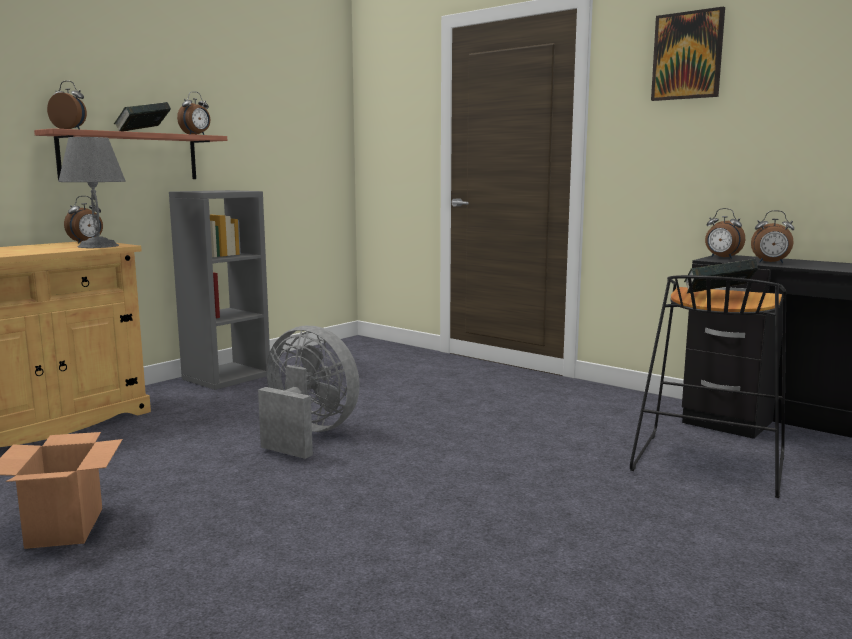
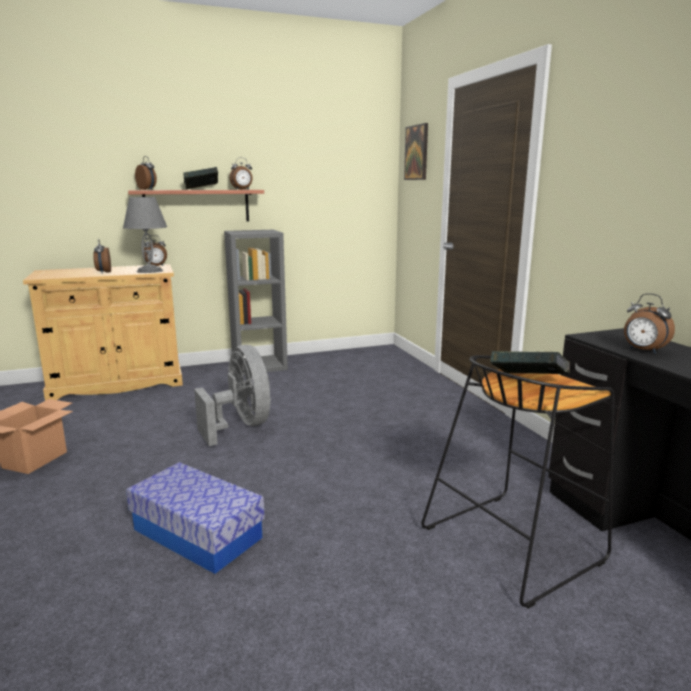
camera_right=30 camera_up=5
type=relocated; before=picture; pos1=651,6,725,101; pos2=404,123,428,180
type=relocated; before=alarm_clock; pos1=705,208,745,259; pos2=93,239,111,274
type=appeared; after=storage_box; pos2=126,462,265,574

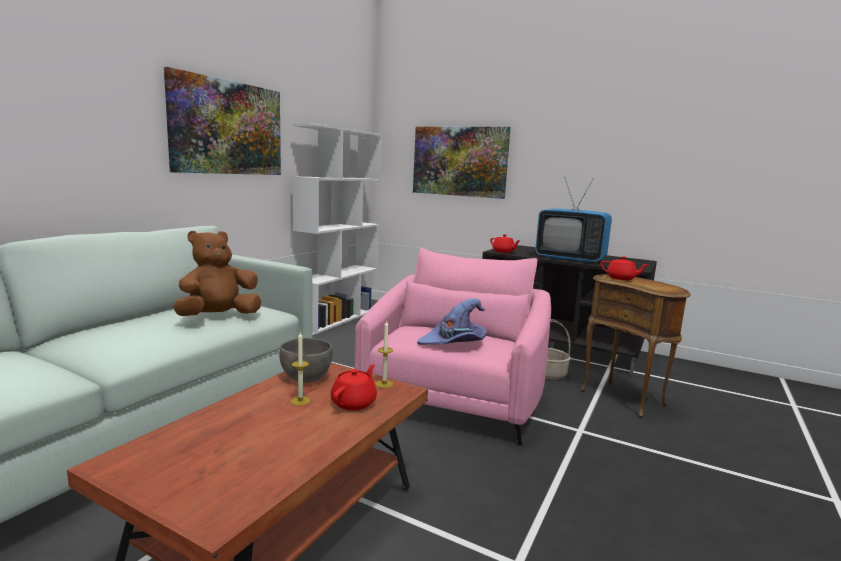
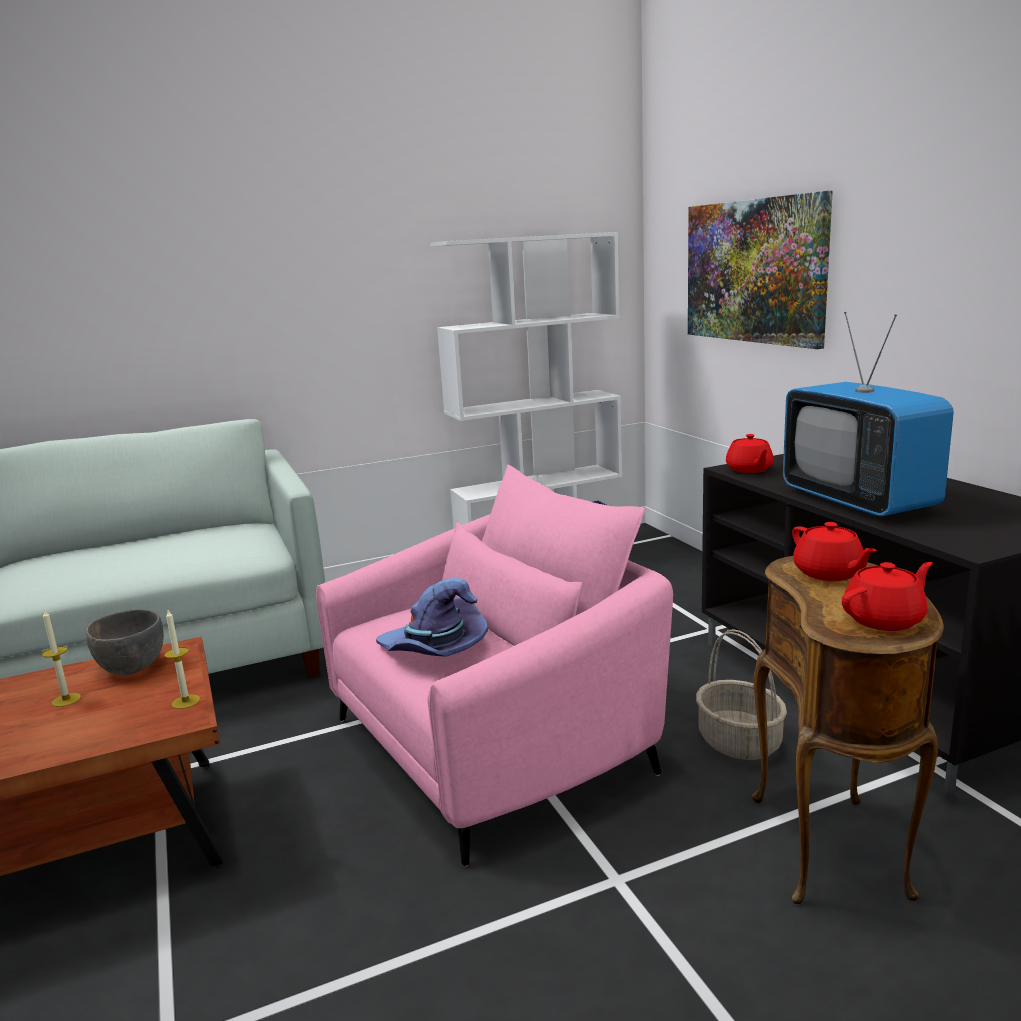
camera_right=40 camera_up=5
type=missing; before=picture; pos1=164,67,281,175
type=missing; before=brown_plush_toy; pos1=173,231,261,316
type=relocated; before=red_teapot; pos1=331,364,377,410; pos2=842,562,933,631

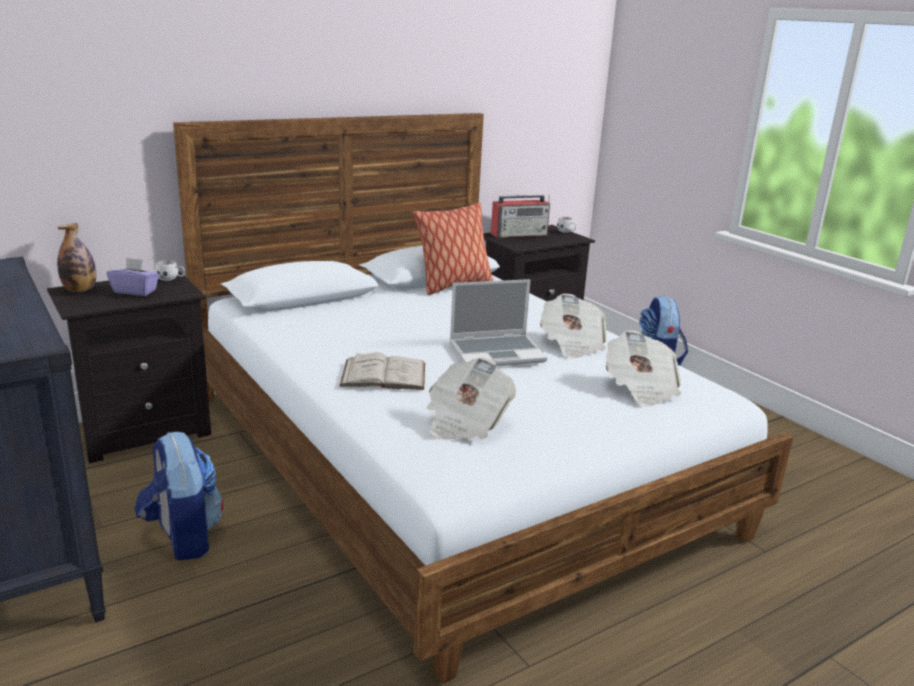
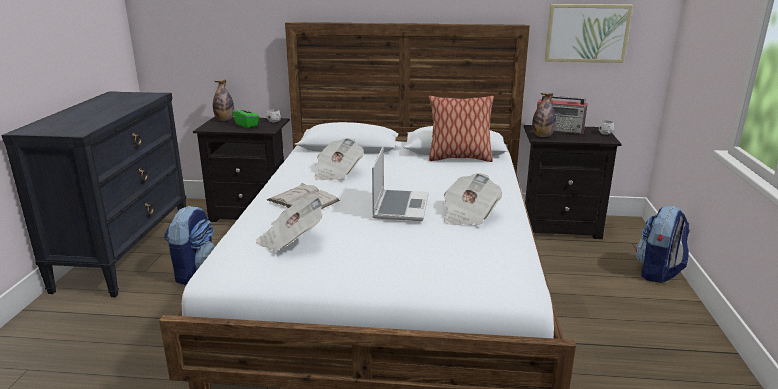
camera_right=40 camera_up=0
type=colour; before=purple_tissue_box; after=green_tissue_box; pos1=107,258,159,296; pos2=232,104,260,128
type=spun; before=laptop; pos1=450,279,547,366; pos2=372,146,429,221; turn=-105
type=relocated; before=newspaper; pos1=605,330,681,407; pos2=315,138,364,180
type=appeared; after=bottle; pos2=532,93,556,137
type=appeared; after=picture; pos2=545,4,633,63

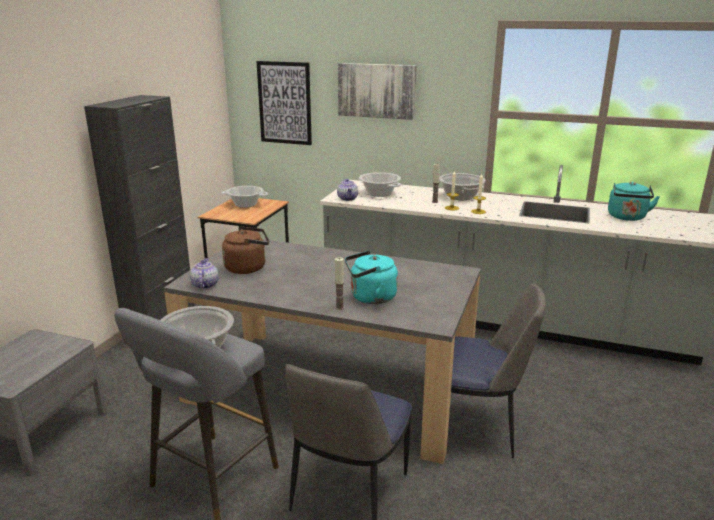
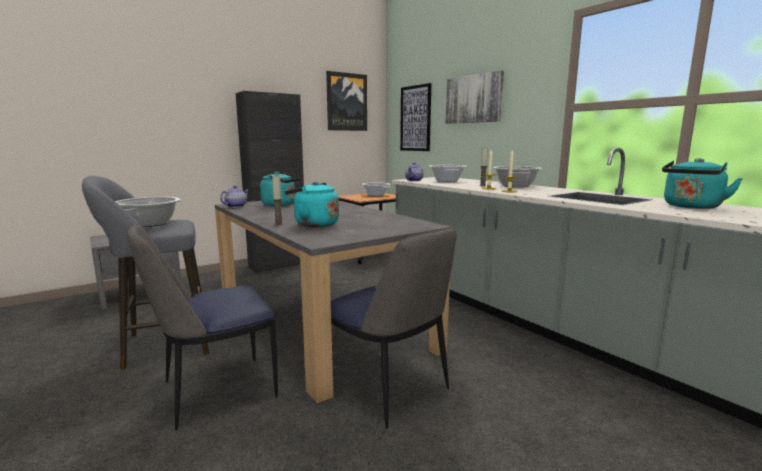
camera_right=35 camera_up=-10
type=colour; before=brown_kettle; after=turquoise_kettle; pos1=222,226,269,274; pos2=260,172,301,206
type=appeared; after=picture; pos2=326,71,367,131

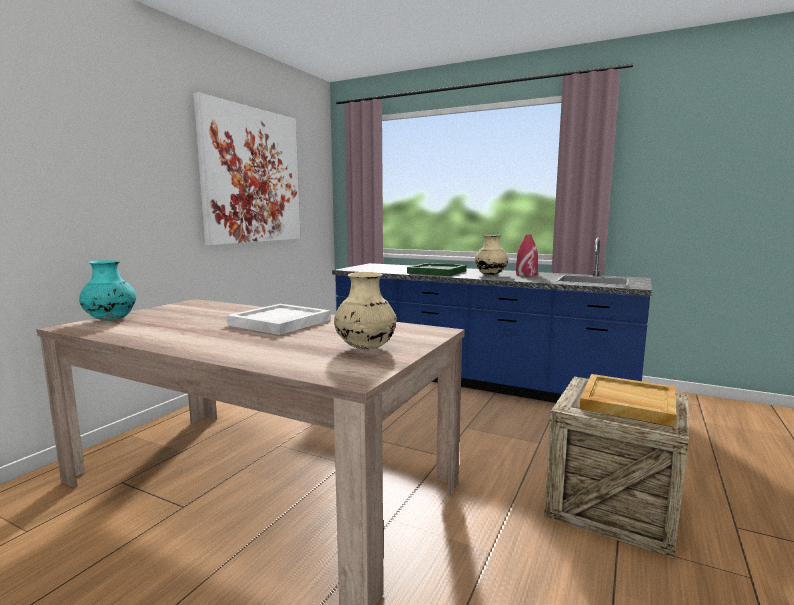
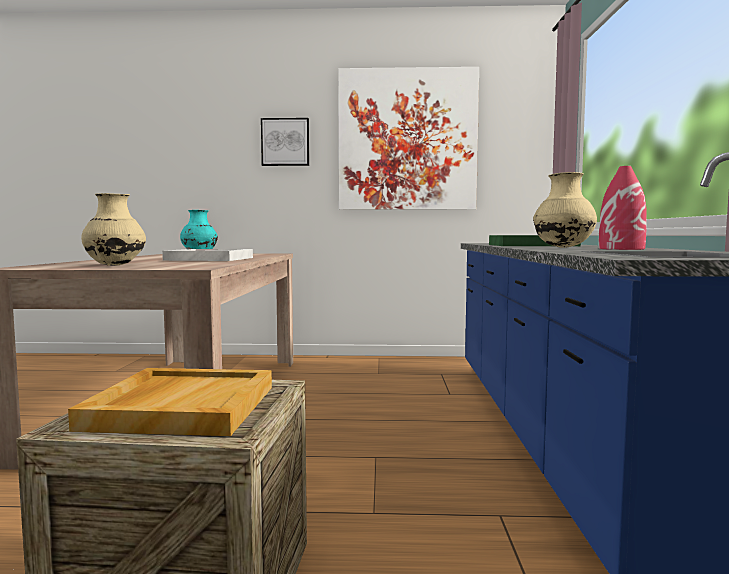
camera_right=65 camera_up=-5
type=appeared; after=picture; pos2=261,118,309,166

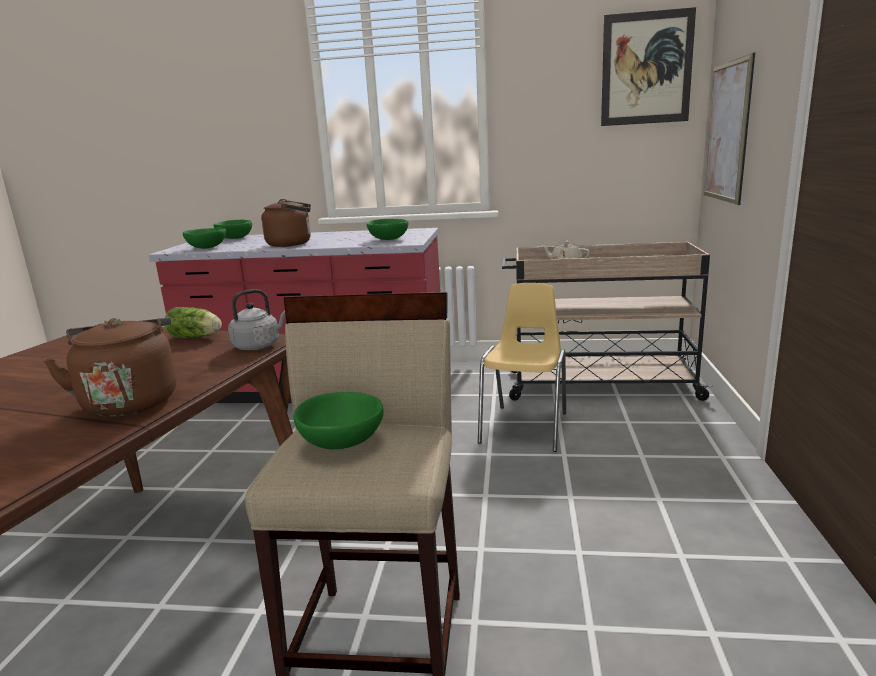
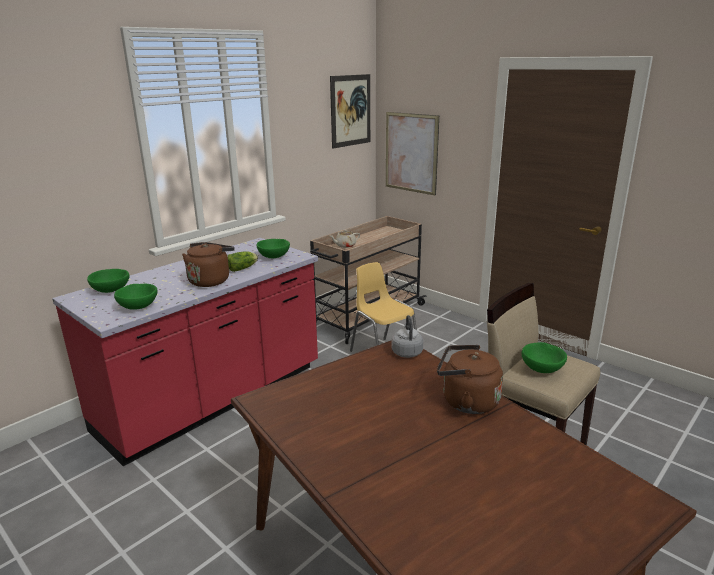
camera_right=-55 camera_up=5
type=relocated; before=lettuce; pos1=165,307,222,338; pos2=227,251,258,272

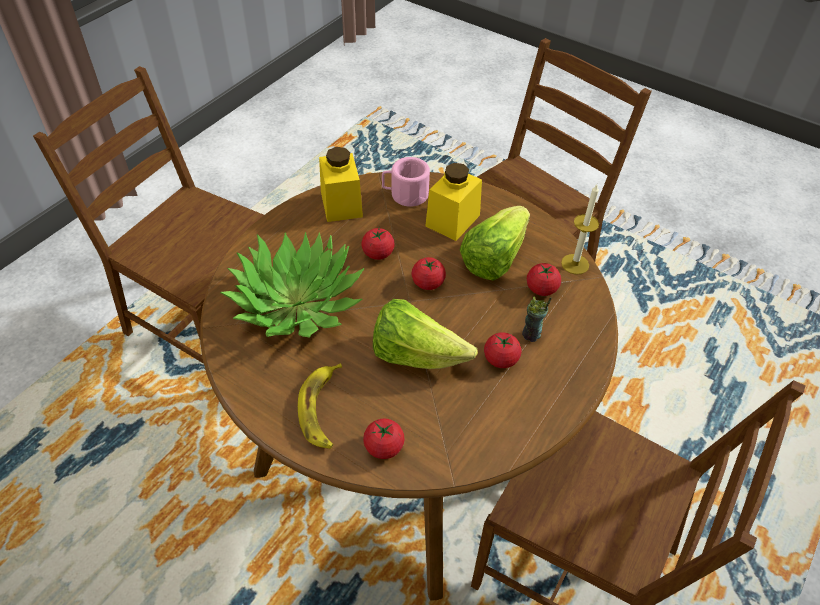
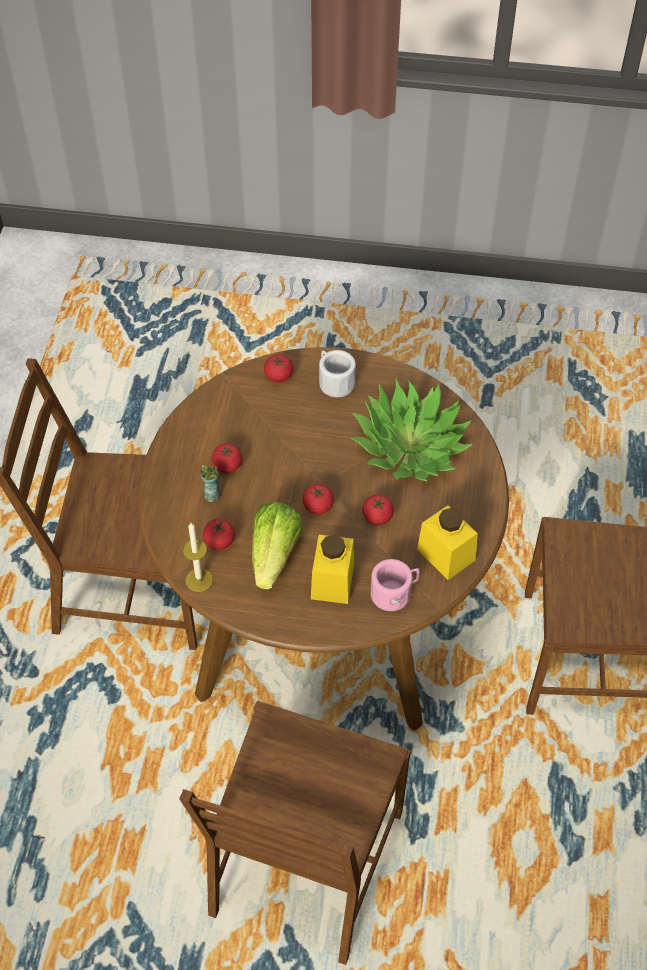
camera_right=155 camera_up=5
type=exchanged; before=banana; after=white_mug; pos1=298,363,342,449; pos2=319,350,356,397
type=missing; before=lettuce; pos1=373,299,478,369

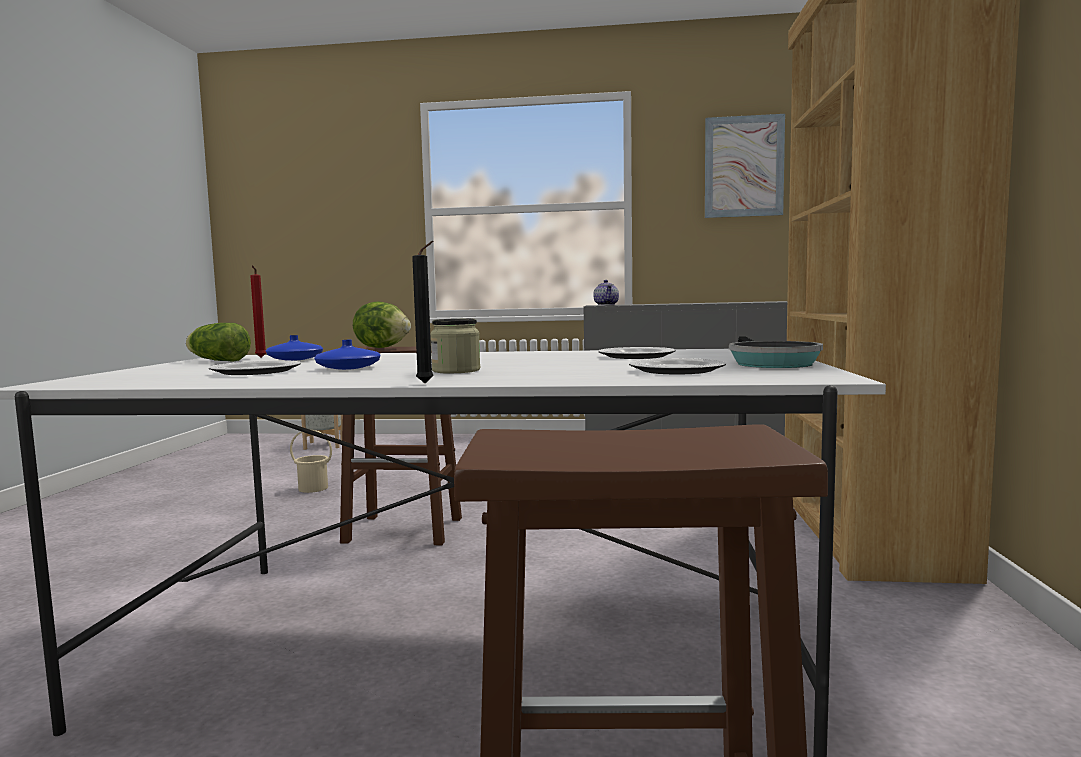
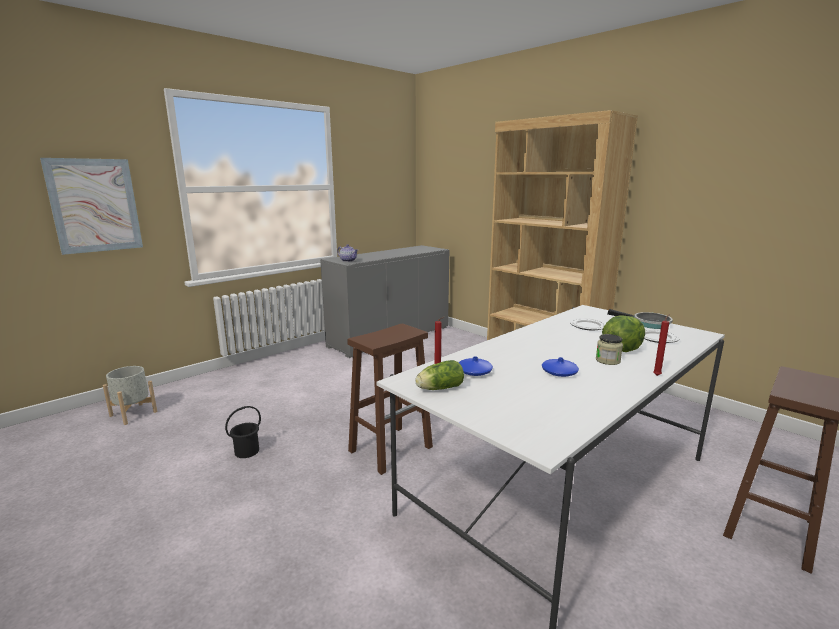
camera_right=-50 camera_up=10
type=missing; before=plate; pos1=209,360,301,375
type=colour; before=beige_bucket; after=black_bucket; pos1=290,430,332,493; pos2=225,406,261,458
type=relocated; before=lettuce; pos1=353,301,411,348; pos2=602,315,645,352
type=colour; before=black_candle; after=red_candle; pos1=412,241,434,383; pos2=653,314,670,376
type=relocated; before=picture; pos1=705,114,785,218; pos2=40,158,143,255

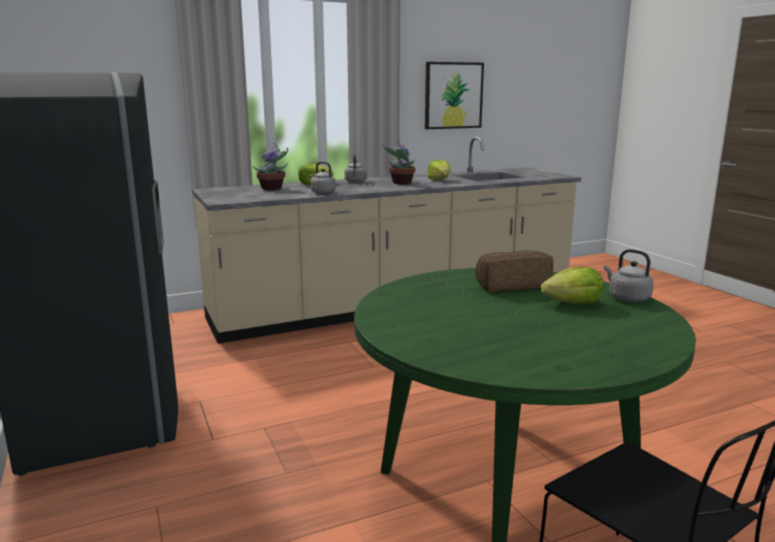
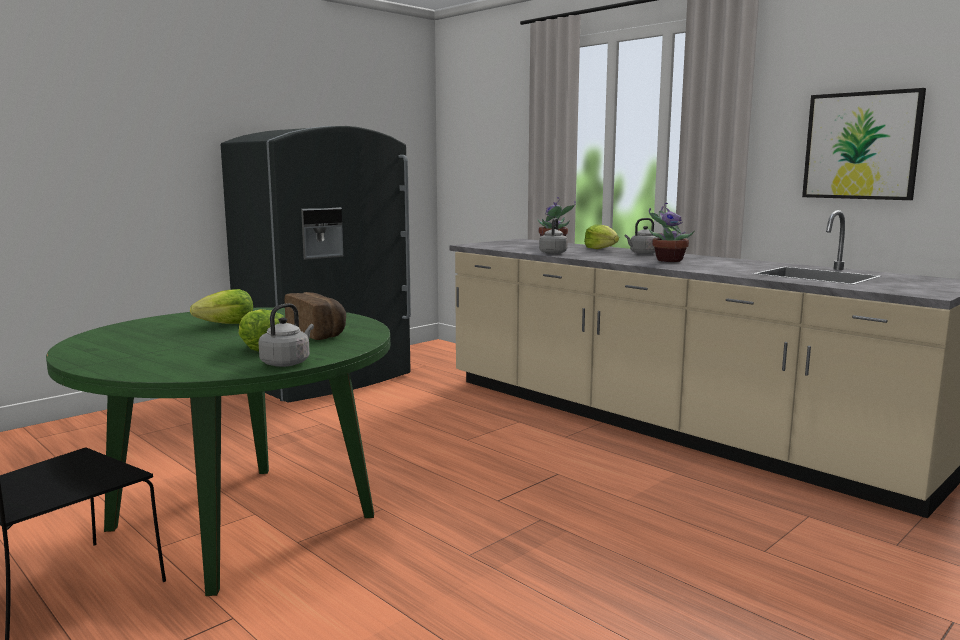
camera_right=70 camera_up=-5
type=relocated; before=lettuce; pos1=427,160,451,180; pos2=190,289,253,324

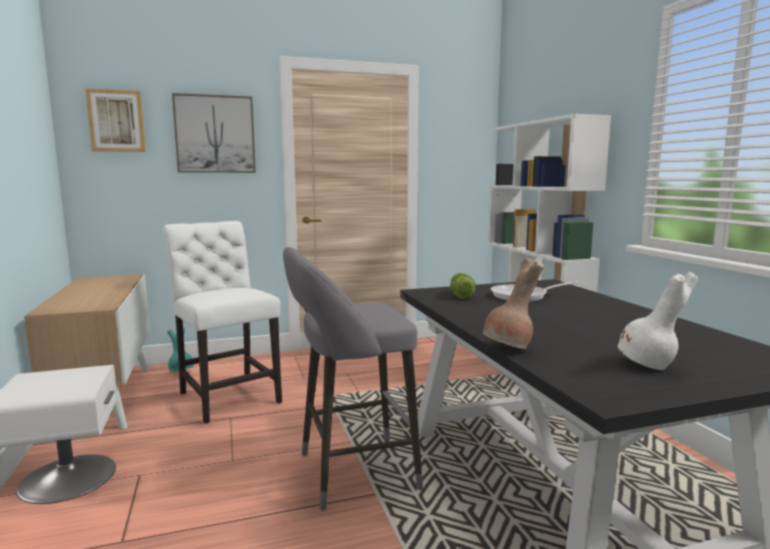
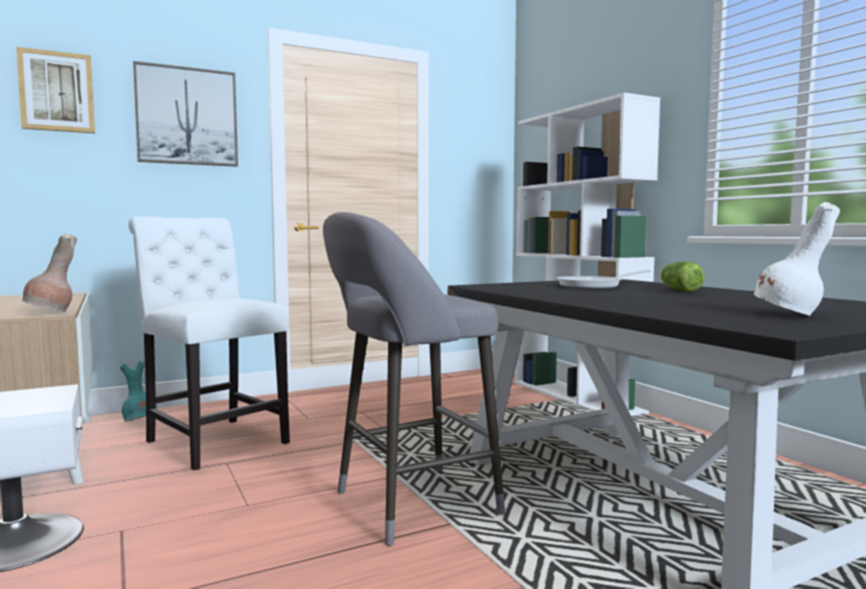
camera_right=-10 camera_up=-5
type=relocated; before=lettuce; pos1=450,273,476,299; pos2=660,262,704,292
type=relocated; before=brown_vase; pos1=483,259,544,349; pos2=22,234,77,311

